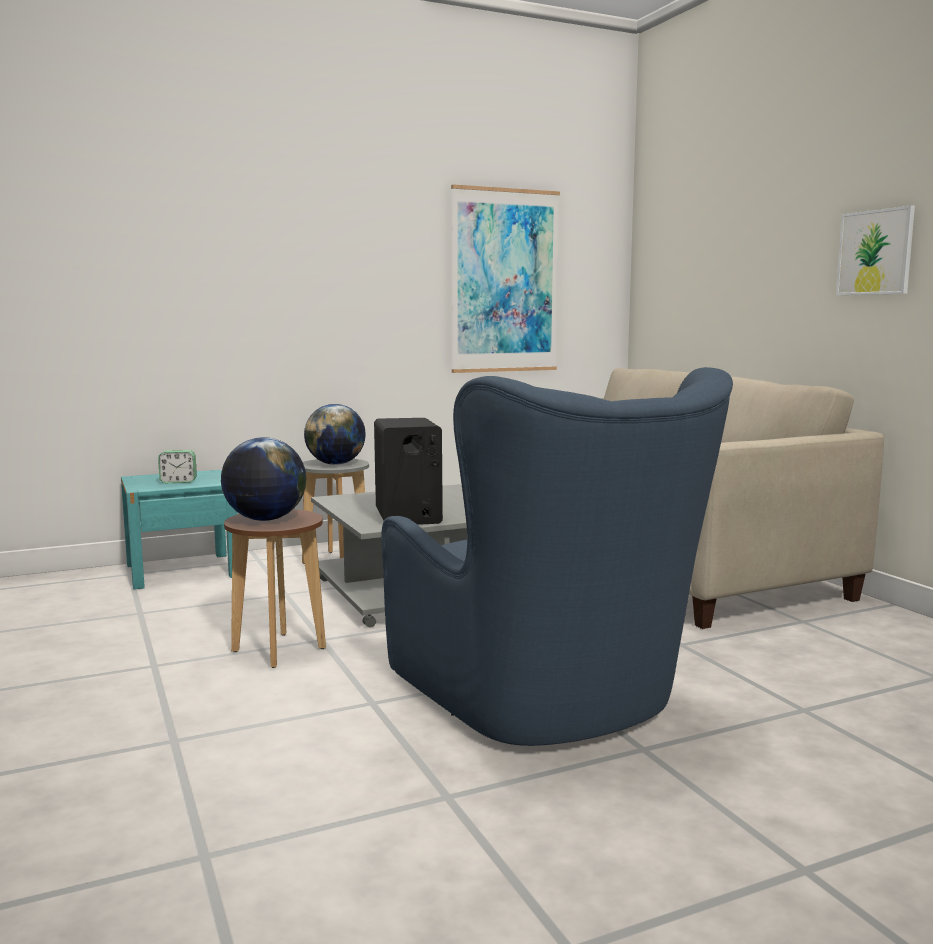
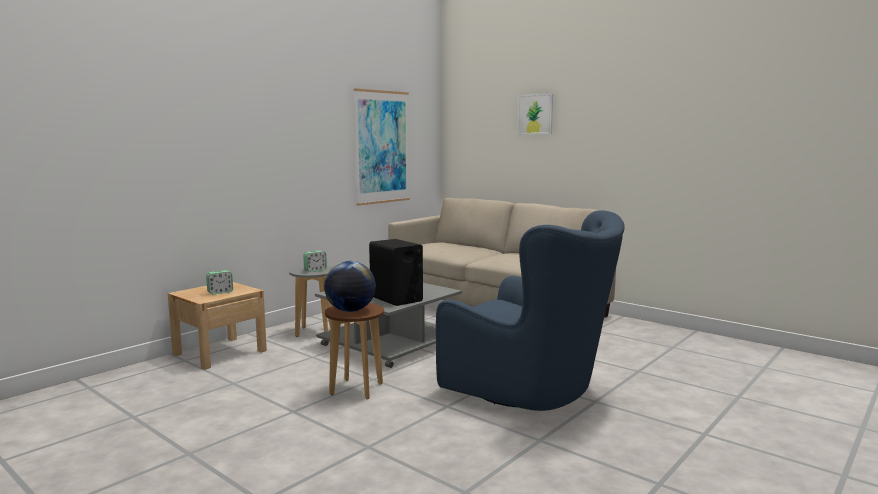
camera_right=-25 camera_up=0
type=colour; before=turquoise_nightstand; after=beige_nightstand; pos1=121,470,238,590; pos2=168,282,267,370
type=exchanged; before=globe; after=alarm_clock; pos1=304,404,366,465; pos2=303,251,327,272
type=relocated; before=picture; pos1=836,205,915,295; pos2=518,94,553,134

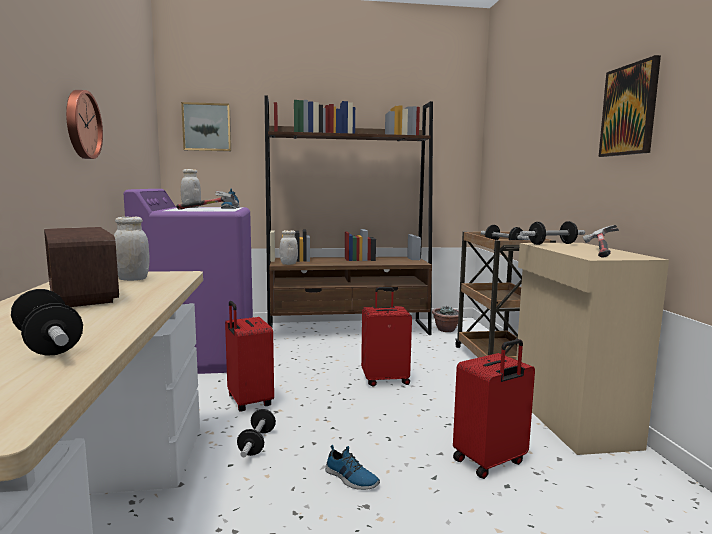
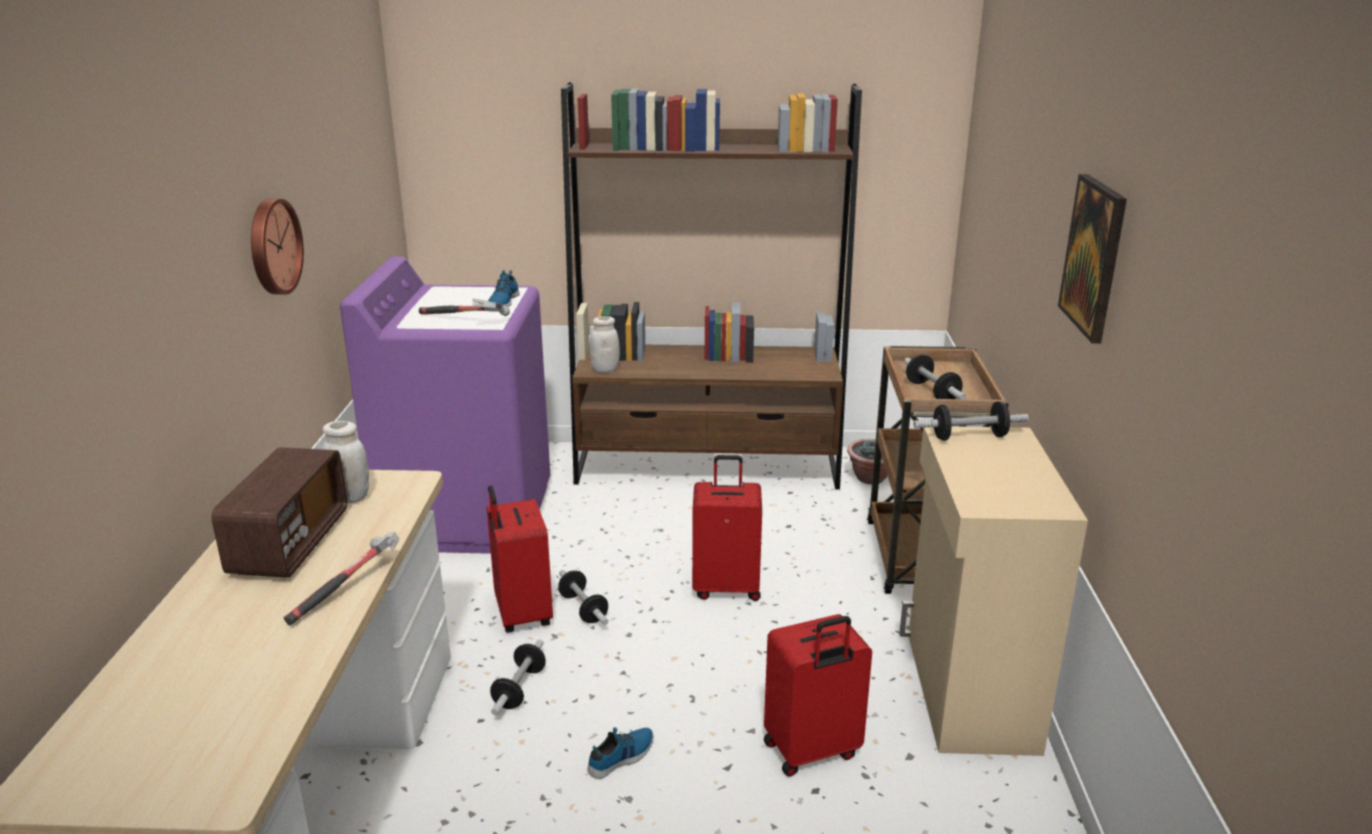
camera_right=10 camera_up=15
type=relocated; before=dumbbell; pos1=11,289,83,356; pos2=558,570,608,625
type=spun; before=radio; pos1=44,227,119,307; pos2=211,447,347,578; turn=-150
type=missing; before=picture; pos1=181,102,231,151
type=missing; before=white_jar; pos1=181,169,201,208
type=spun; before=shoe; pos1=325,445,380,490; pos2=587,727,654,779; turn=-90
type=relocated; before=hammer; pos1=583,225,619,257; pos2=283,532,399,626

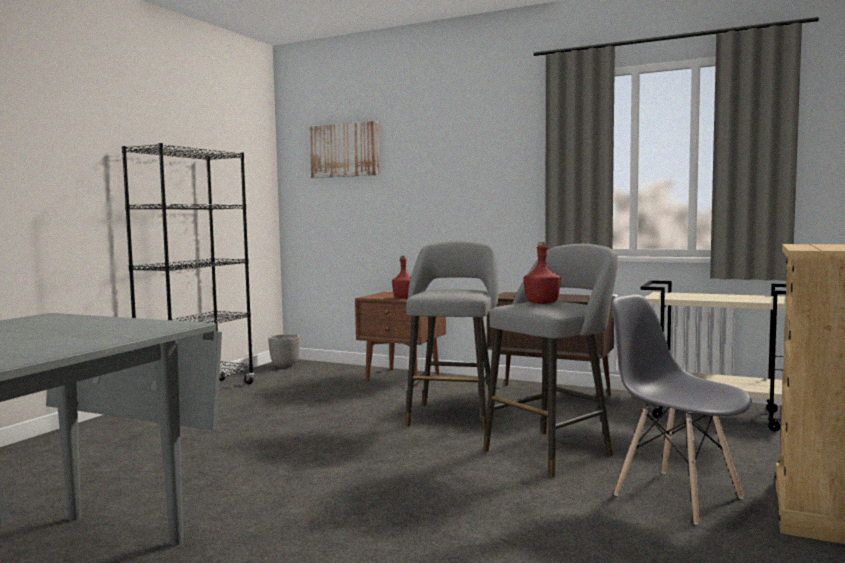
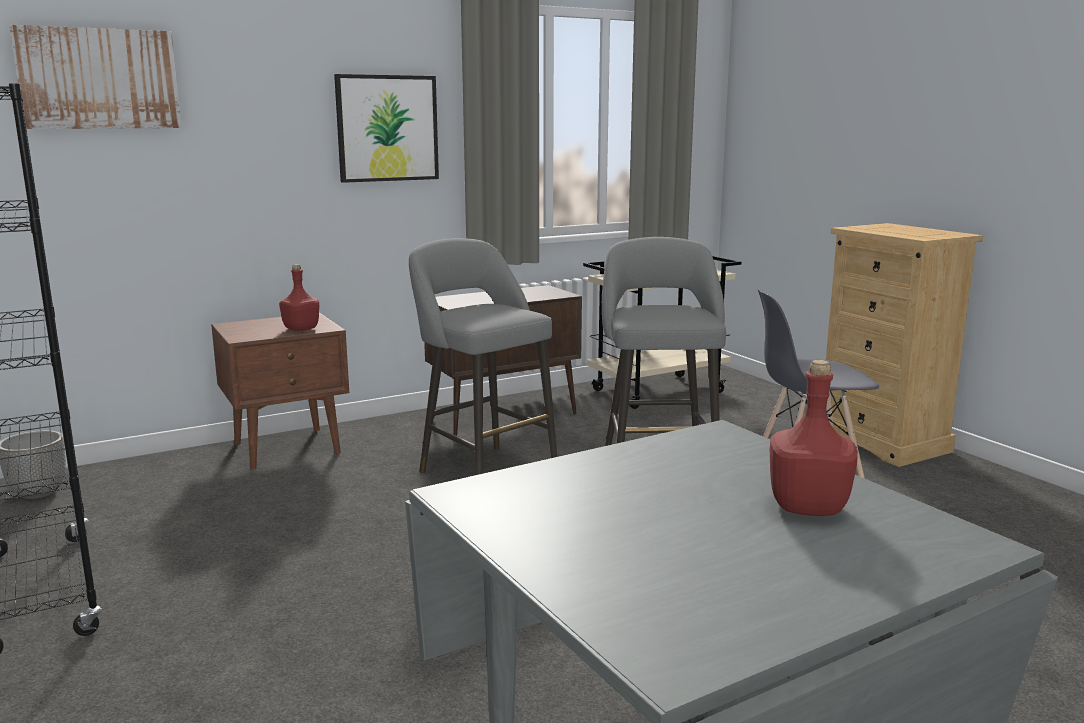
camera_right=-55 camera_up=10
type=relocated; before=red_bottle; pos1=524,242,561,304; pos2=770,360,858,516
type=appeared; after=picture; pos2=334,74,439,183

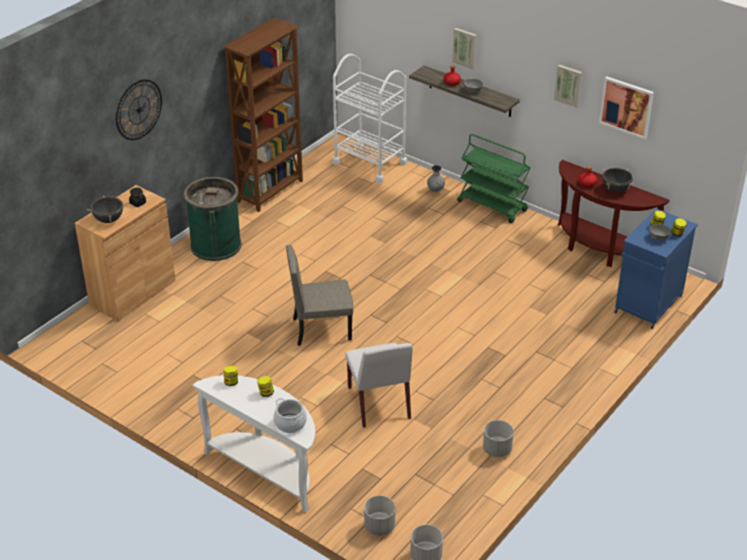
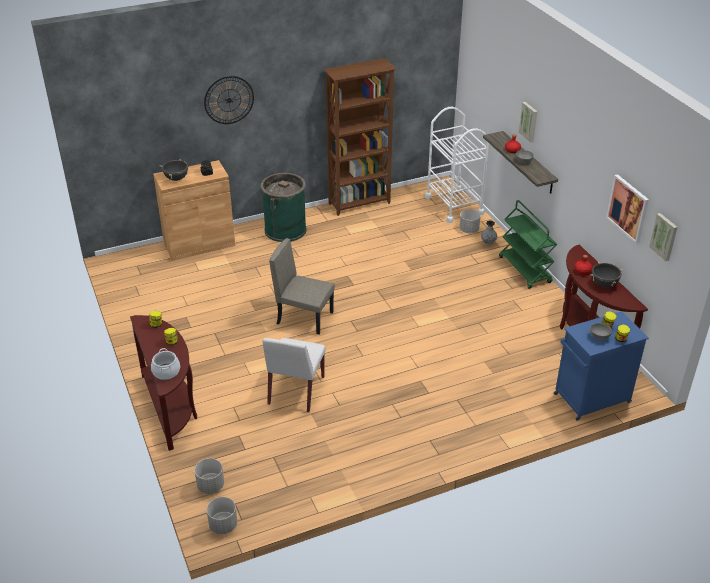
camera_right=30 camera_up=0
type=colour; before=white_console_table; after=brown_console_table; pos1=193,375,315,513; pos2=130,315,197,451
type=relocated; before=grey_planter; pos1=483,420,514,457; pos2=459,209,481,233
type=relocated; before=picture; pos1=554,65,582,108; pos2=649,213,678,261

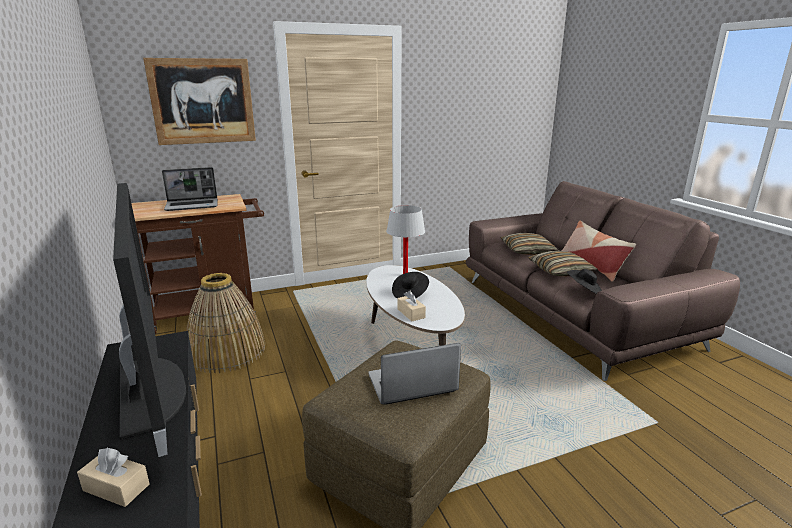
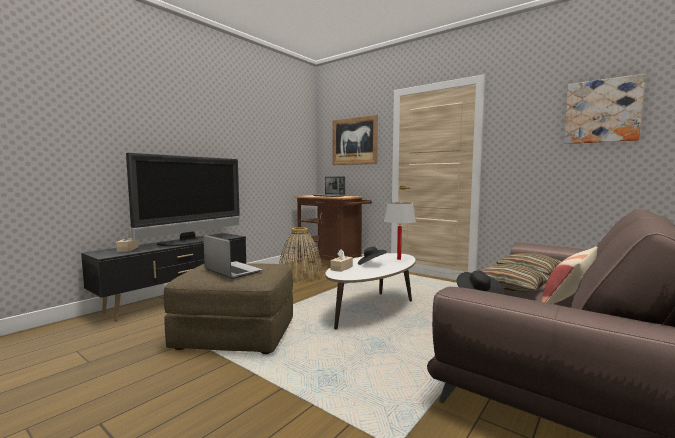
camera_right=60 camera_up=-15
type=appeared; after=picture; pos2=564,74,646,144

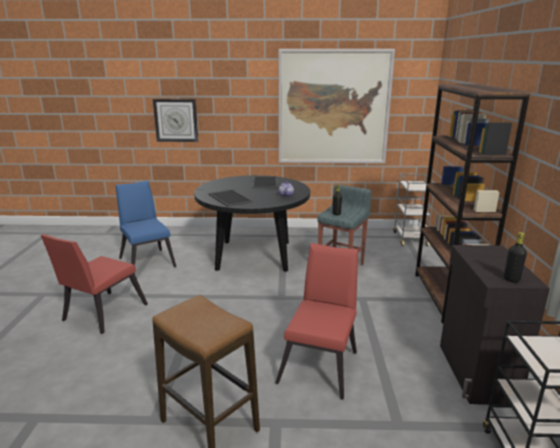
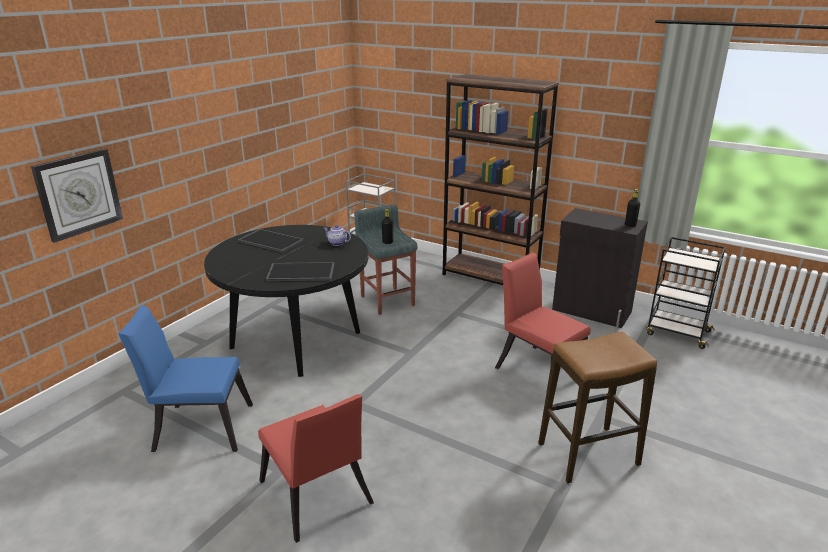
camera_right=-60 camera_up=5
type=missing; before=picture; pos1=279,49,395,164

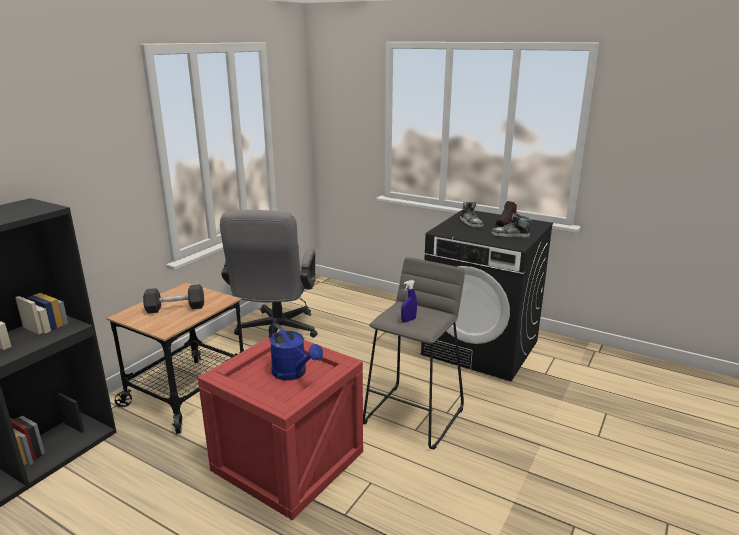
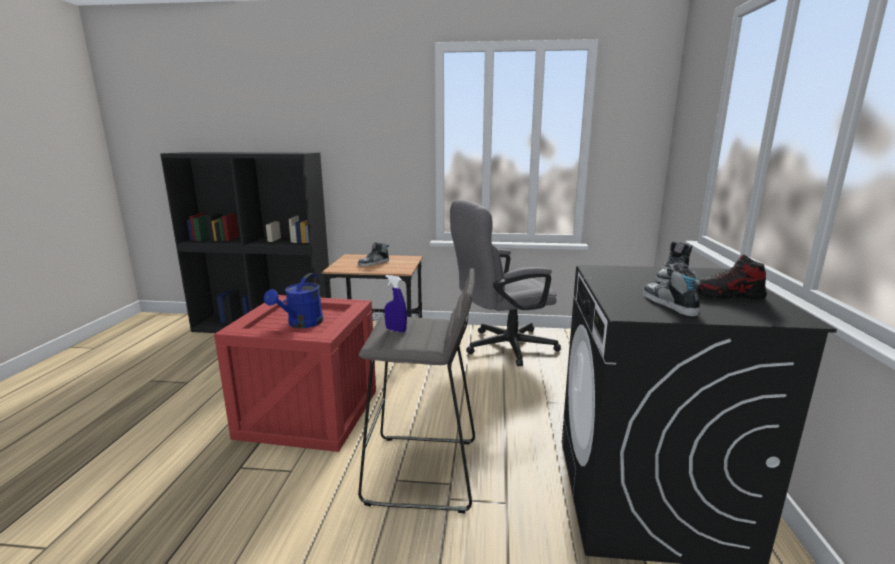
camera_right=65 camera_up=-5
type=exchanged; before=grey_dumbbell; after=shoe; pos1=143,284,204,314; pos2=358,242,389,266

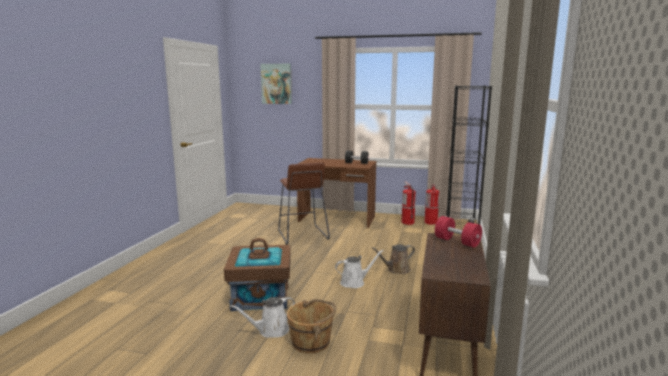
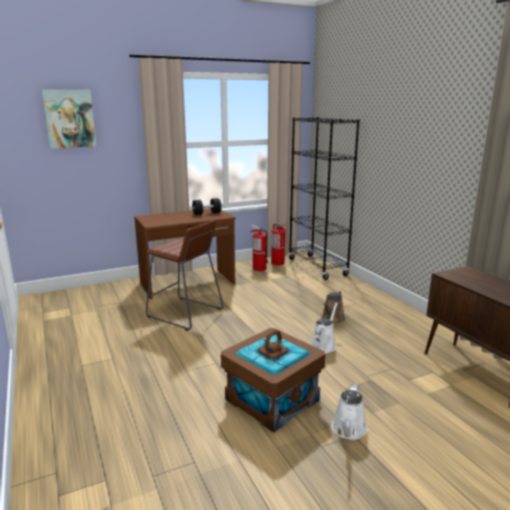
camera_right=-40 camera_up=5
type=missing; before=brown_bucket; pos1=287,299,336,353
type=missing; before=red_dumbbell; pos1=435,216,482,248

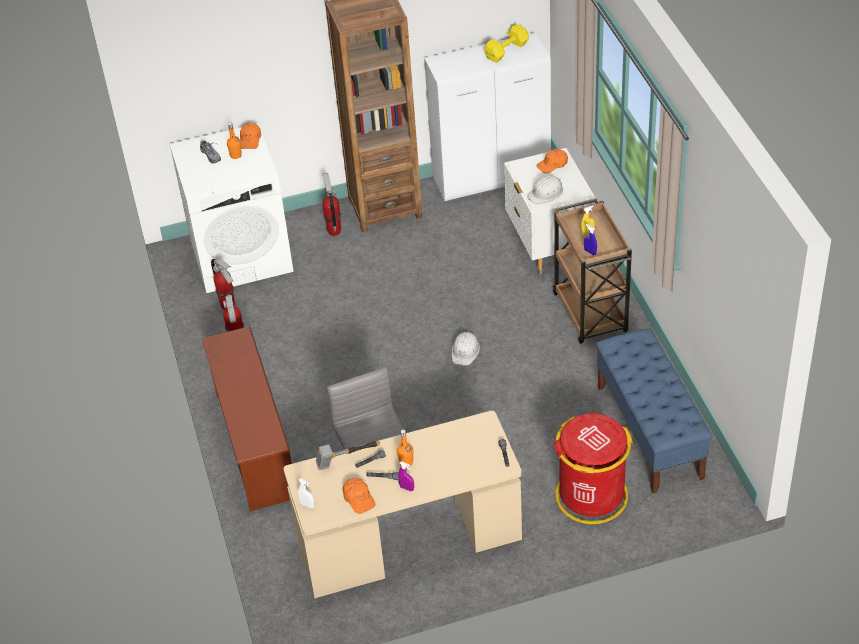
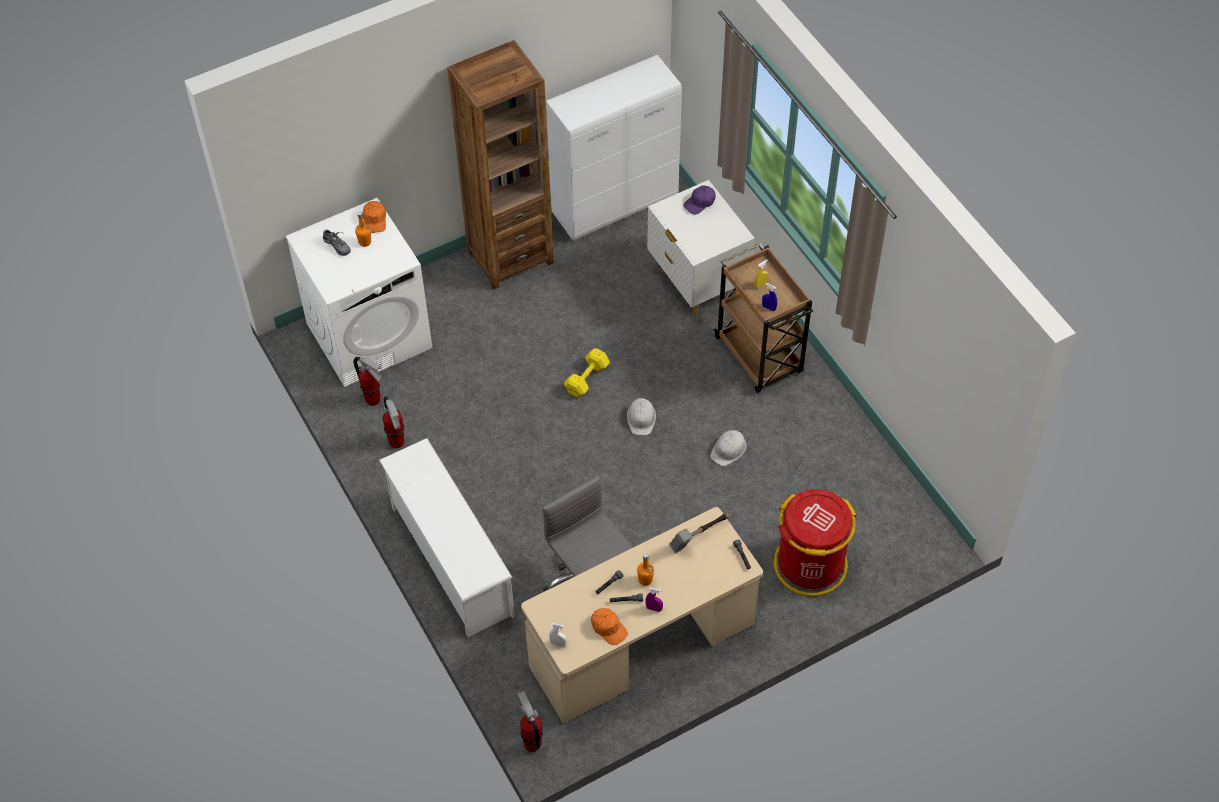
camera_right=-15 camera_up=10
type=colour; before=brown_shoe_rack; after=white_shoe_rack; pos1=202,326,292,511; pos2=379,438,515,637
type=relocated; before=hammer; pos1=316,441,380,470; pos2=669,513,729,553
type=relocated; before=fire_extinguisher; pos1=322,173,341,236; pos2=517,690,543,752
type=relocated; before=yellow_dumbbell; pos1=484,24,529,63; pos2=564,348,610,397
type=relocated; before=white_hard_hat; pos1=527,175,563,204; pos2=710,430,747,466
type=colour; before=orange_cap; after=purple_cap; pos1=536,149,568,174; pos2=683,186,716,215
type=missing; before=blue_bench; pos1=596,328,712,493

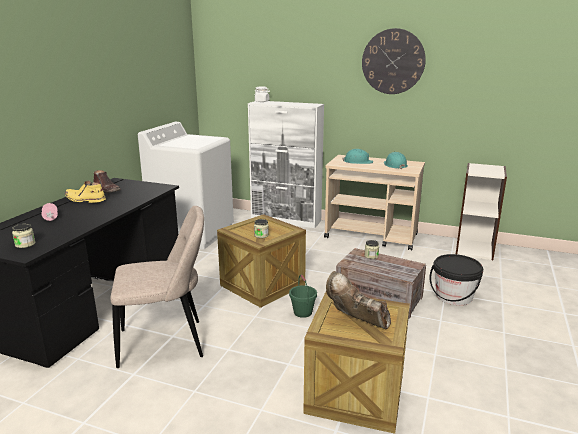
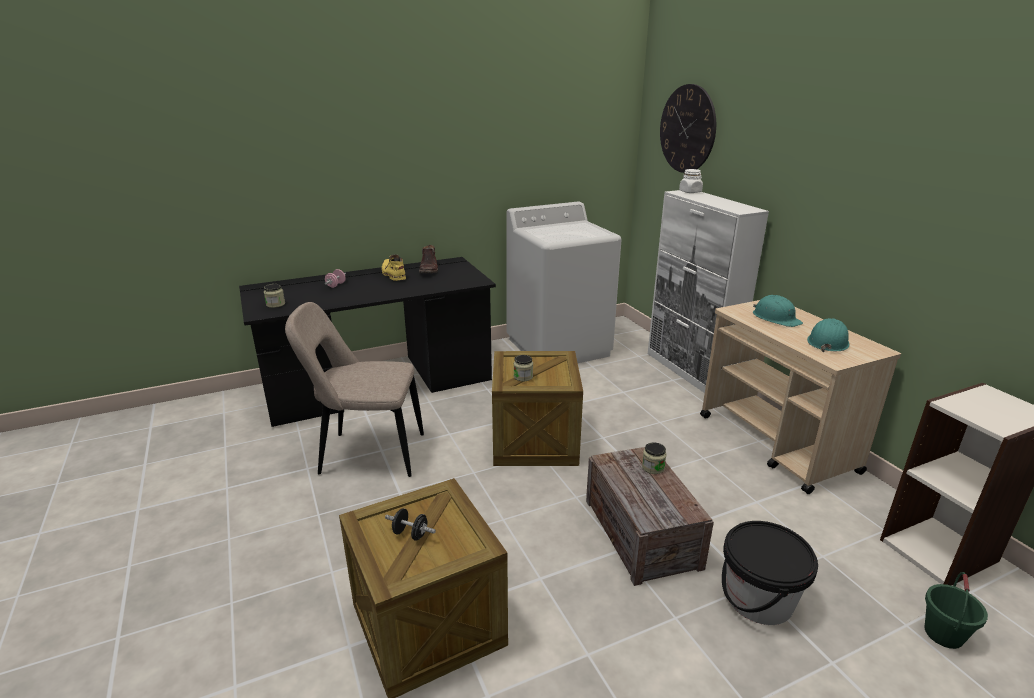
camera_right=45 camera_up=5
type=spun; before=beige_chair; pos1=110,206,204,368; pos2=285,302,424,477; turn=150
type=relocated; before=green_bucket; pos1=289,275,317,318; pos2=924,572,988,649
type=exchanged; before=brown_boot; after=black_dumbbell; pos1=326,271,391,329; pos2=385,508,436,541
type=relocated; before=wall_clock; pos1=362,28,426,94; pos2=660,84,716,173

